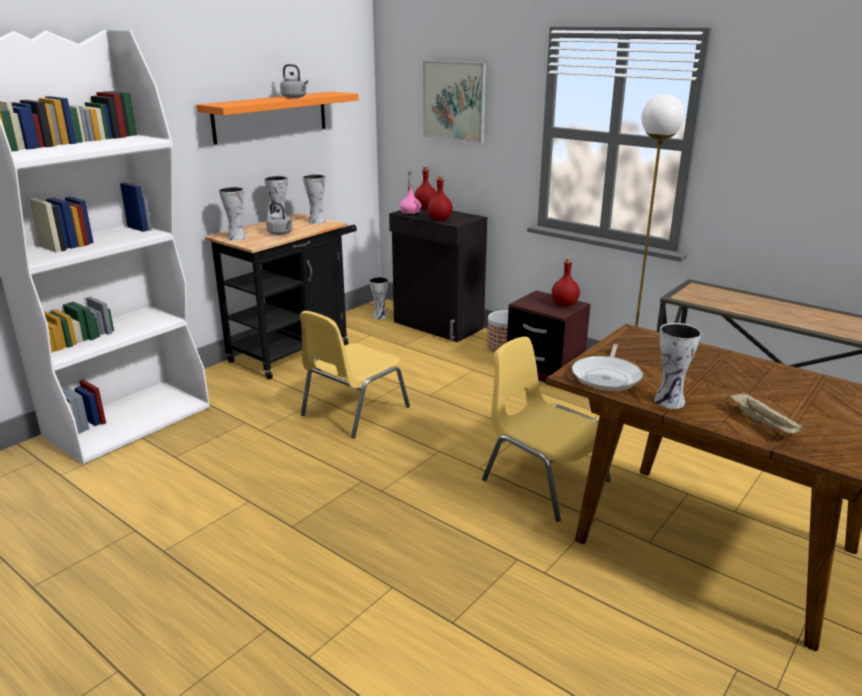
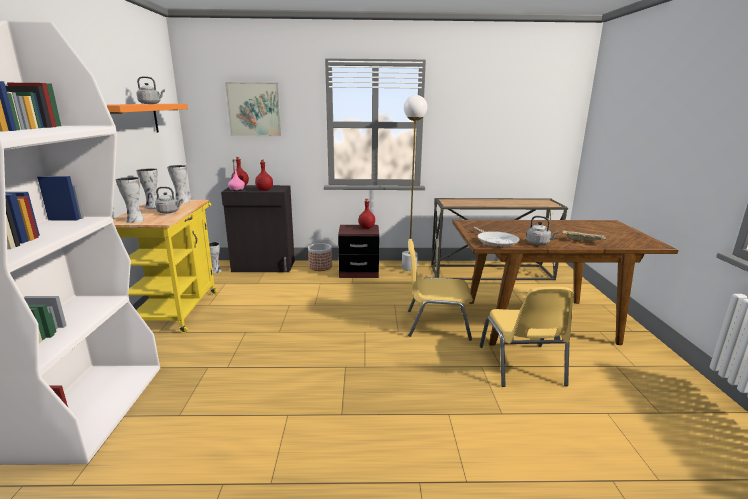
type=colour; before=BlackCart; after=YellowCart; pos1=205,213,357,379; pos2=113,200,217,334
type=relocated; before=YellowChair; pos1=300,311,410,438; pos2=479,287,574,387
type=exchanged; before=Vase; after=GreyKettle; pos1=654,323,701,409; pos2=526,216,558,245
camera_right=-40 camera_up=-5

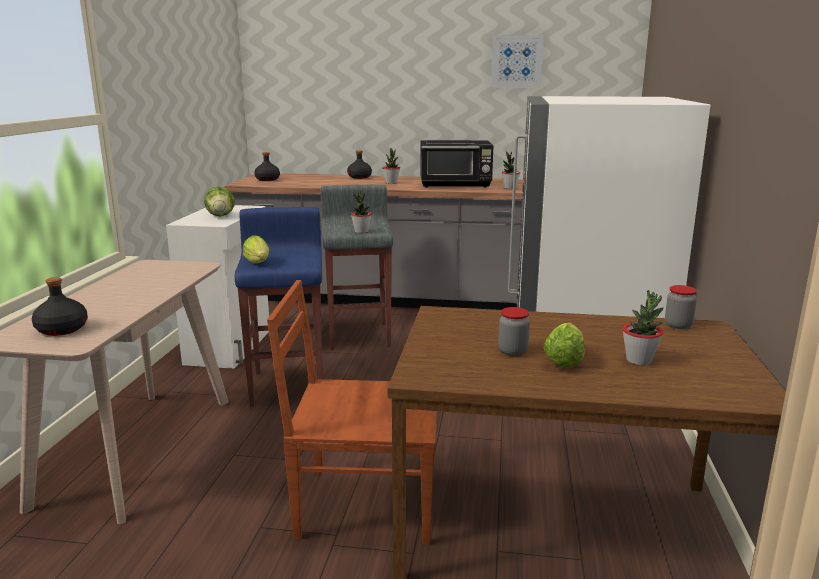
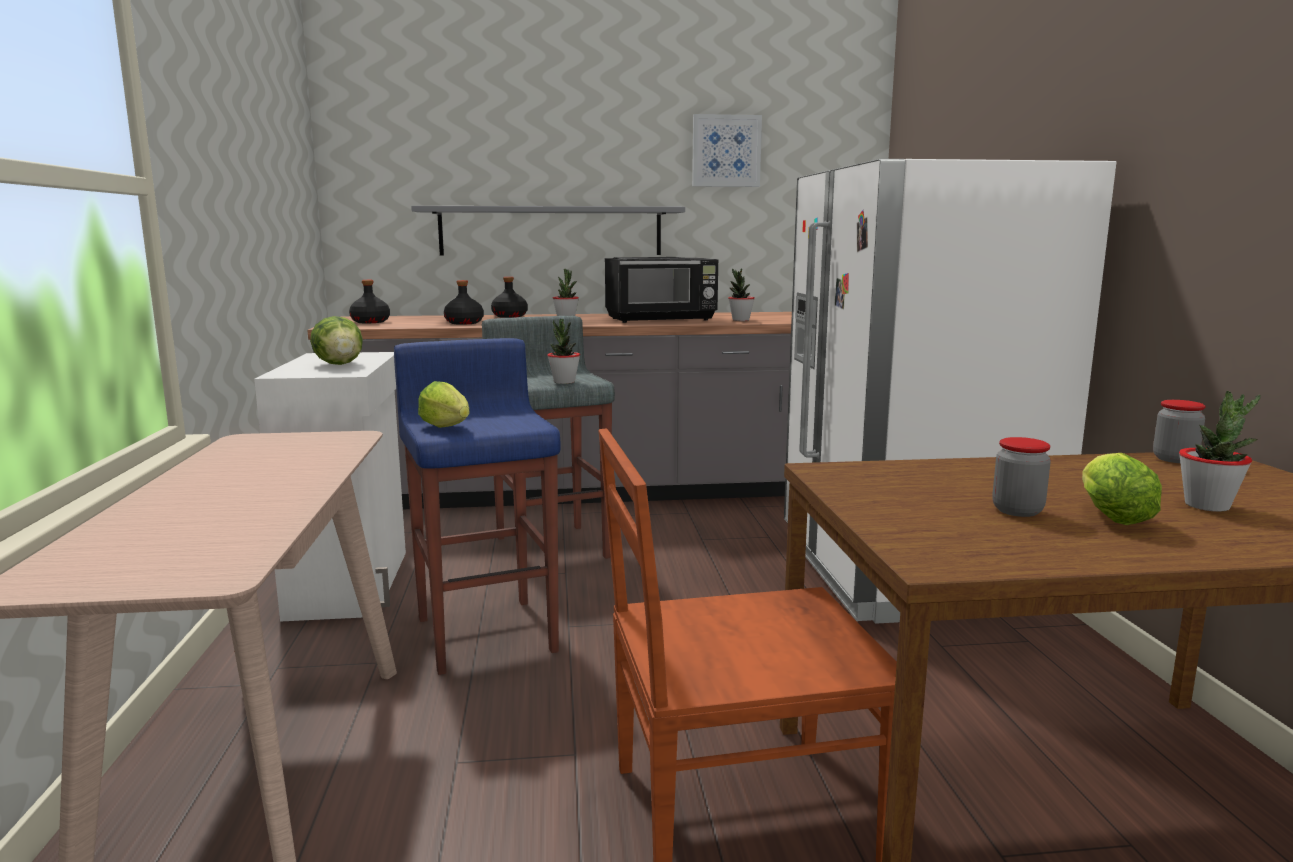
type=appeared; after=GreyShelf; pos2=411,206,685,256
type=relocated; before=BlackBottle; pos1=32,277,88,336; pos2=444,280,484,325
camera_right=-15 camera_up=-5

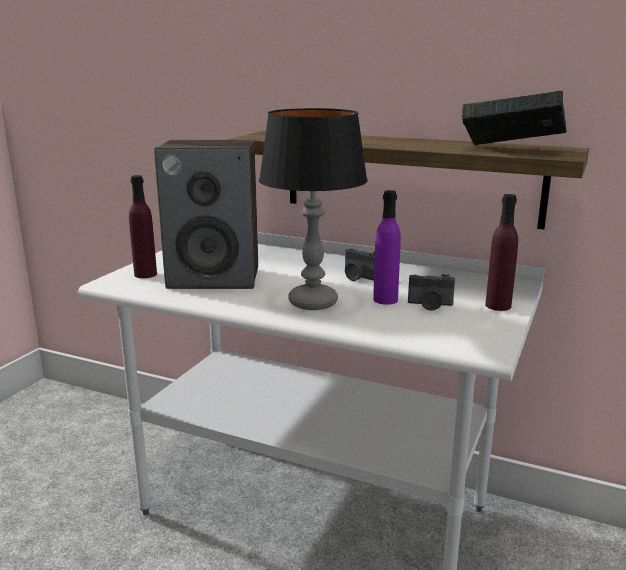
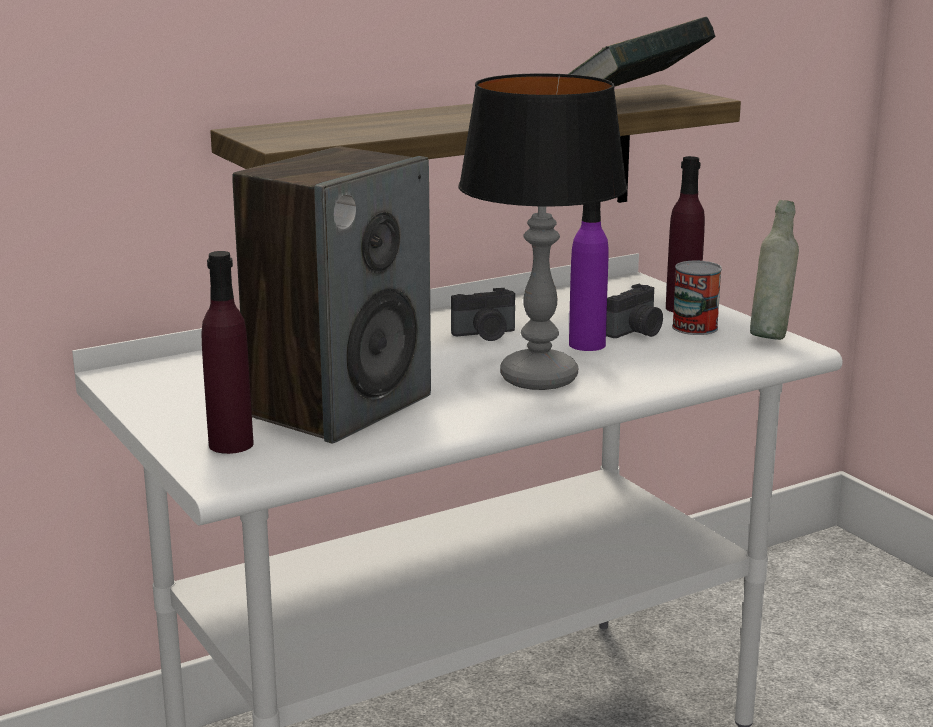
type=appeared; after=Can; pos2=672,261,722,335
type=appeared; after=GreyBottle; pos2=750,200,799,340
camera_right=-55 camera_up=0

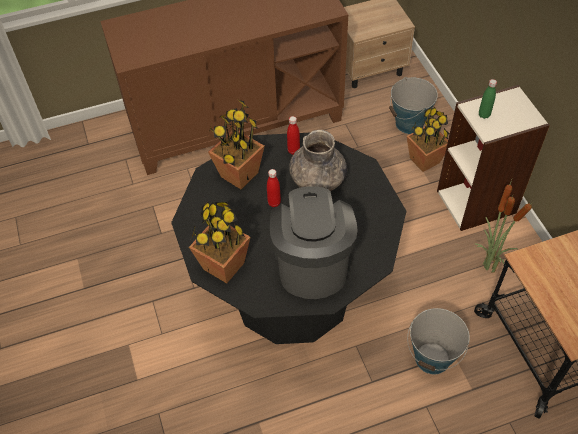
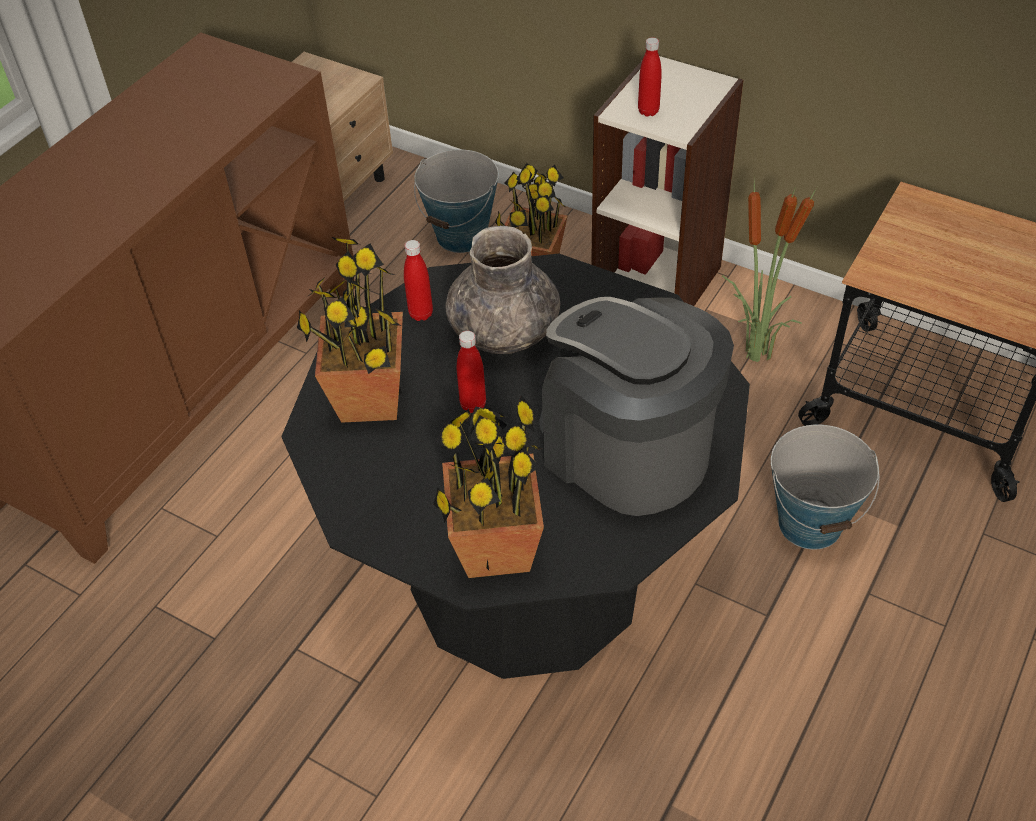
type=colour; before=GreenBottle; after=RedBottle; pos1=479,79,497,119; pos2=638,37,662,117
camera_right=-40 camera_up=-5

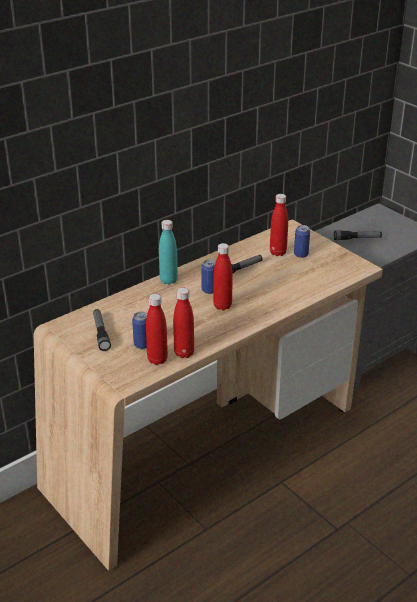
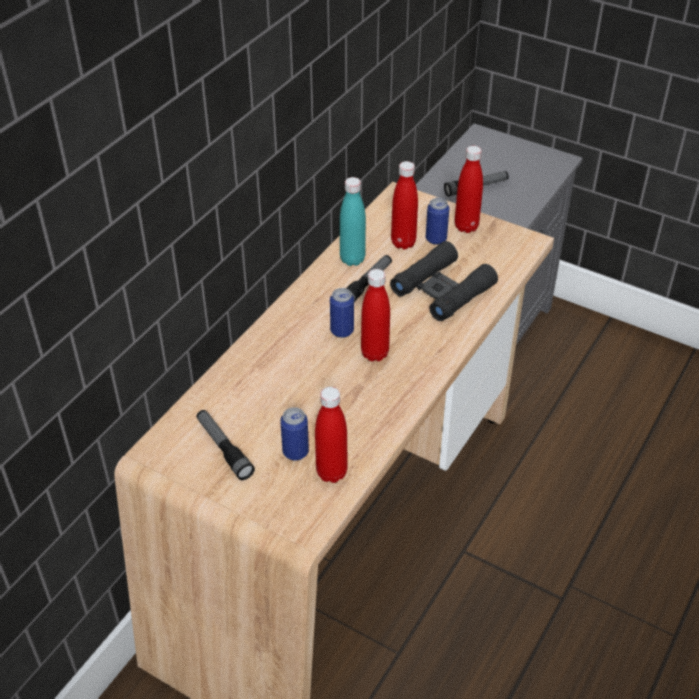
type=relocated; before=TurquoiseBottle; pos1=159,220,178,285; pos2=340,177,366,266
type=appeared; after=BlackBinoculars; pos2=390,241,498,321
type=relocated; before=RedBottle; pos1=173,288,194,358; pos2=455,146,483,233
camera_right=-20 camera_up=10

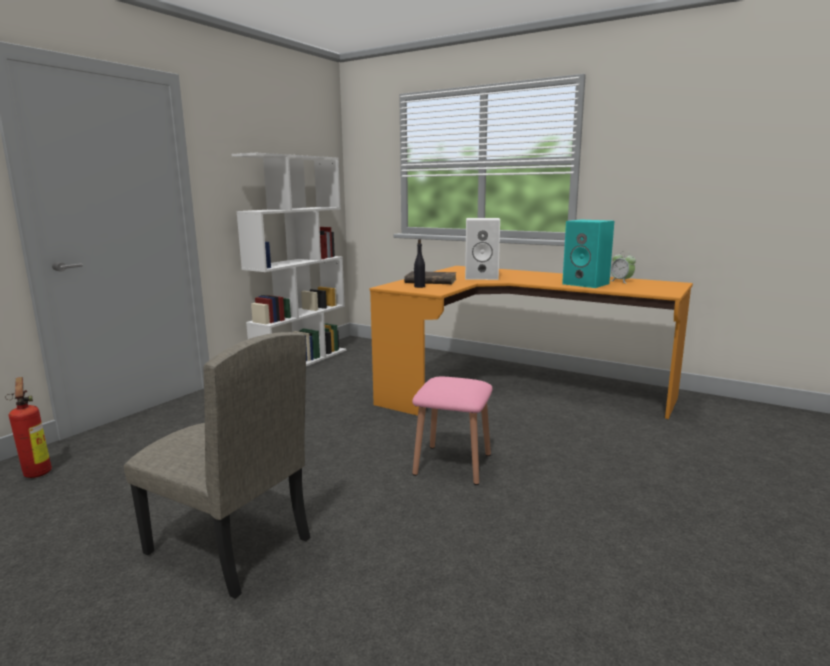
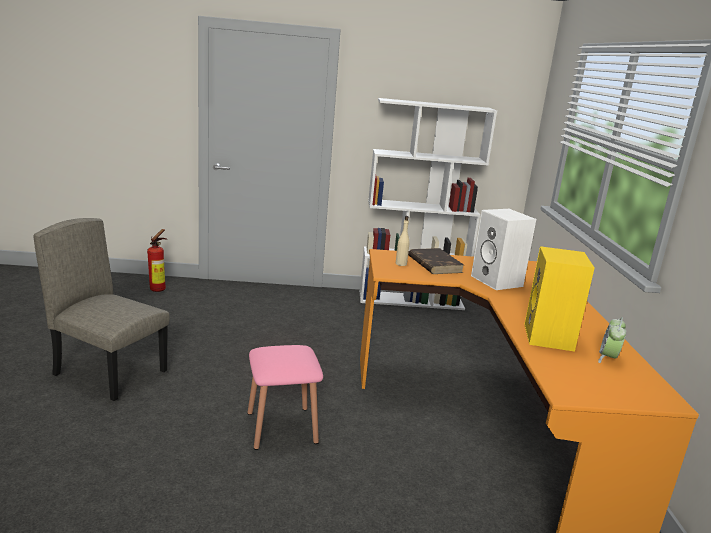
type=spun; before=BeigeChair; pos1=124,332,310,599; pos2=33,218,170,401; turn=120
type=colour; before=BlackBottle; after=BeigeBottle; pos1=414,239,425,288; pos2=396,216,410,266
type=colour; before=TurquoiseSpeaker; after=YellowSpeaker; pos1=562,220,614,288; pos2=524,246,594,352
camera_right=55 camera_up=5

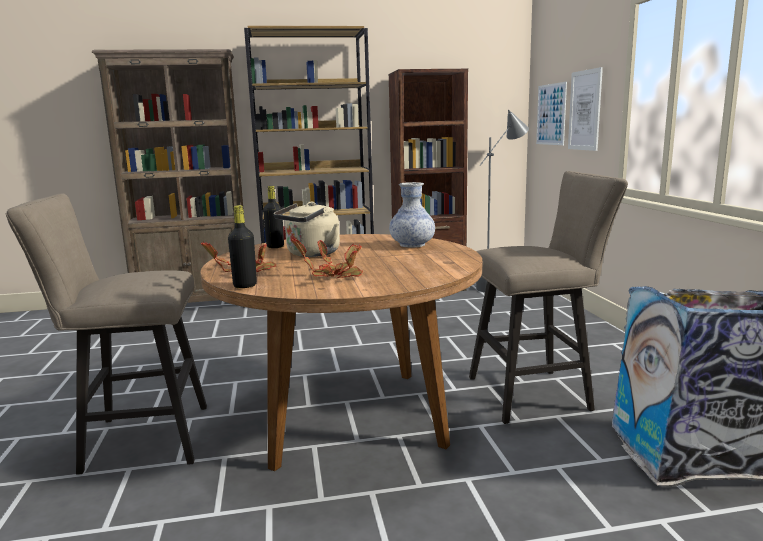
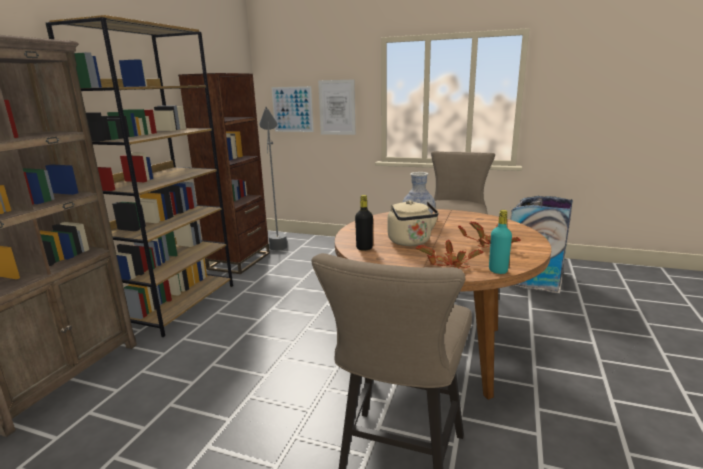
type=colour; before=BlackBottle; after=TurquoiseBottle; pos1=228,205,257,288; pos2=489,210,512,274
camera_right=-60 camera_up=5

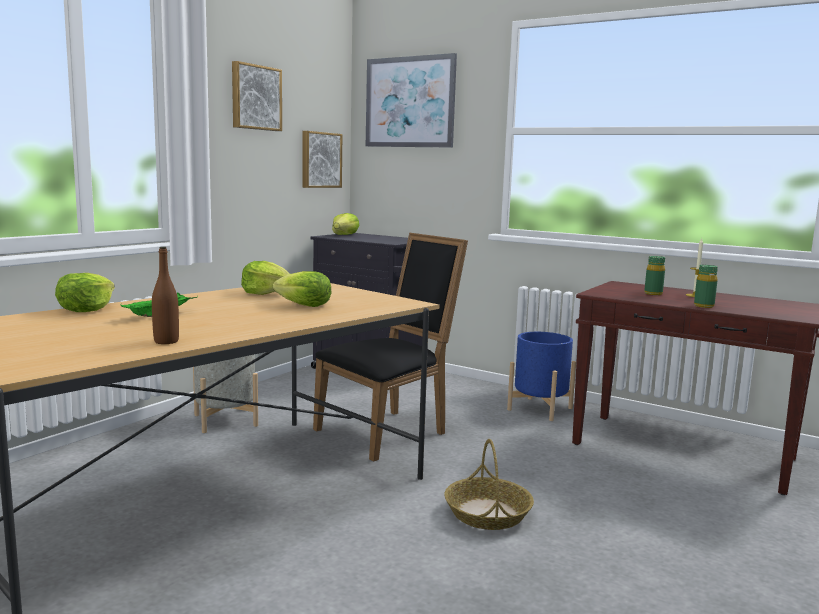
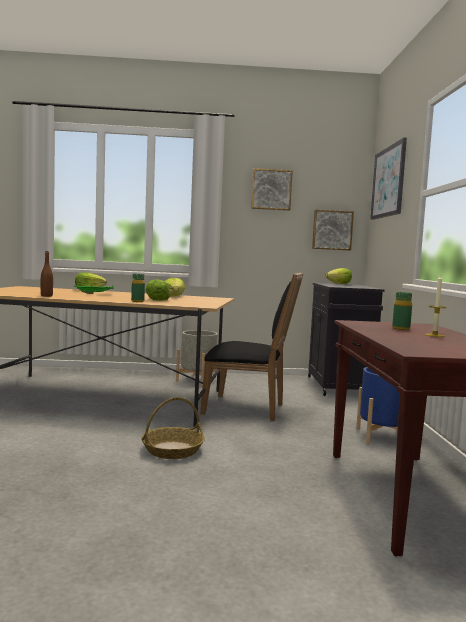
type=relocated; before=GreenBottle; pos1=694,265,718,308; pos2=131,274,145,302
camera_right=55 camera_up=-5

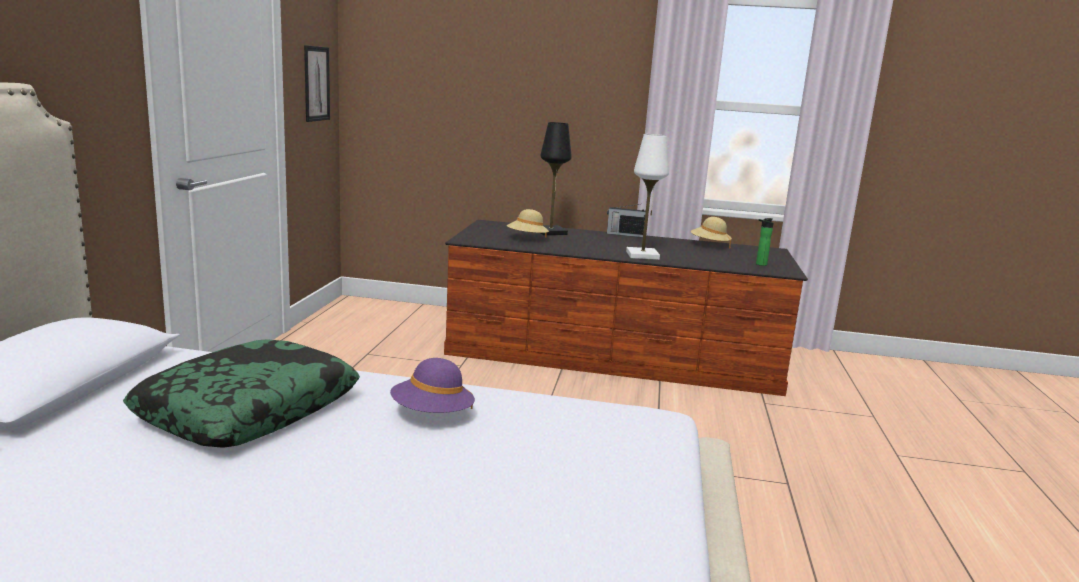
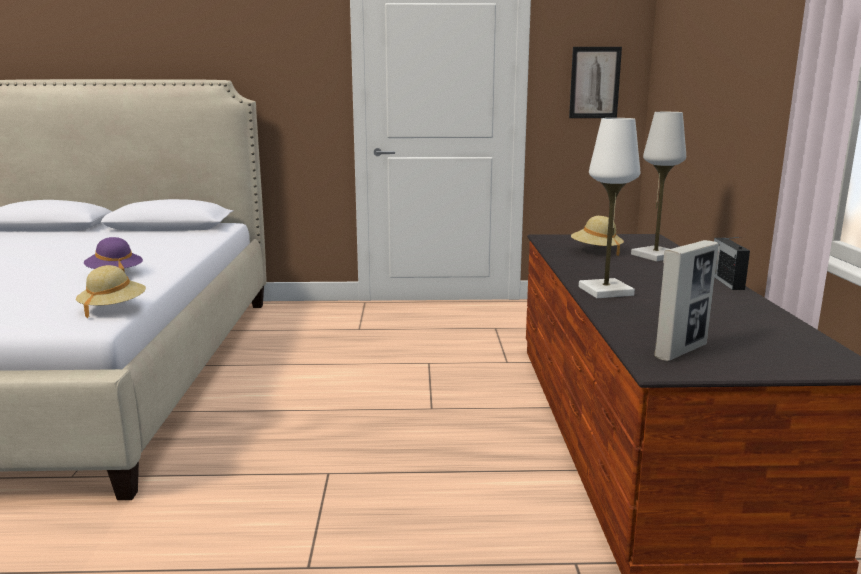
type=relocated; before=BeigeHat; pos1=691,217,732,249; pos2=76,265,146,318
type=colour; before=BlackTableLamp; after=WhiteTableLamp; pos1=540,122,572,235; pos2=631,112,686,261
type=exchanged; before=Bottle; after=PictureFrame; pos1=756,218,773,266; pos2=654,240,718,361
type=missing; before=Pillow; pos1=123,339,360,448
camera_right=80 camera_up=0

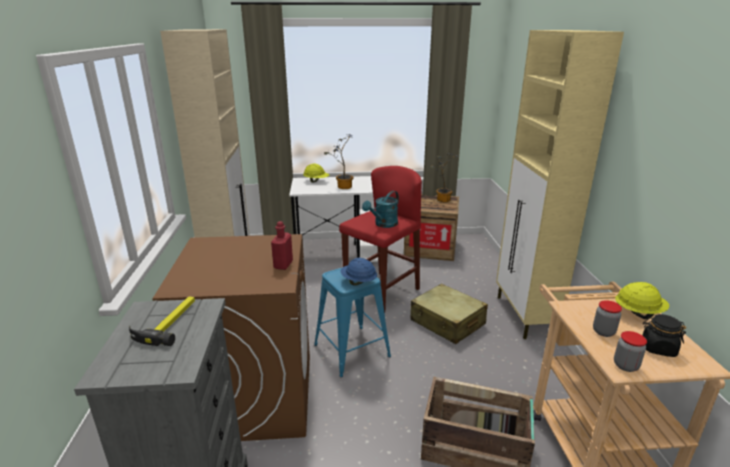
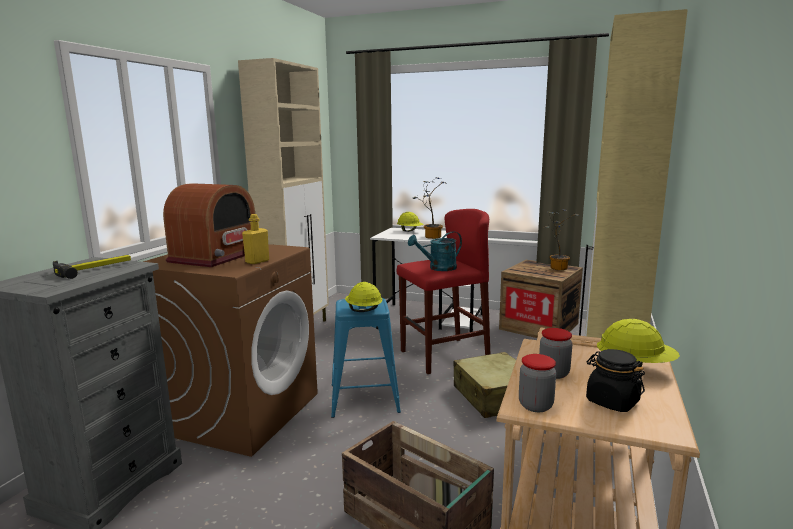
type=appeared; after=Radio; pos2=163,183,255,267
type=colour; before=RedBottle; after=YellowBottle; pos1=271,221,293,270; pos2=242,214,269,264
type=colour; before=BlueHardHat; after=YellowHardHat; pos1=341,258,377,286; pos2=345,282,383,312
camera_right=25 camera_up=-10

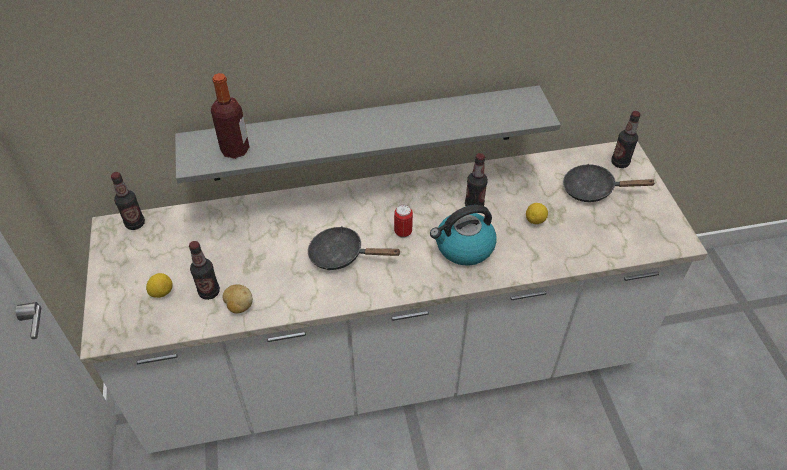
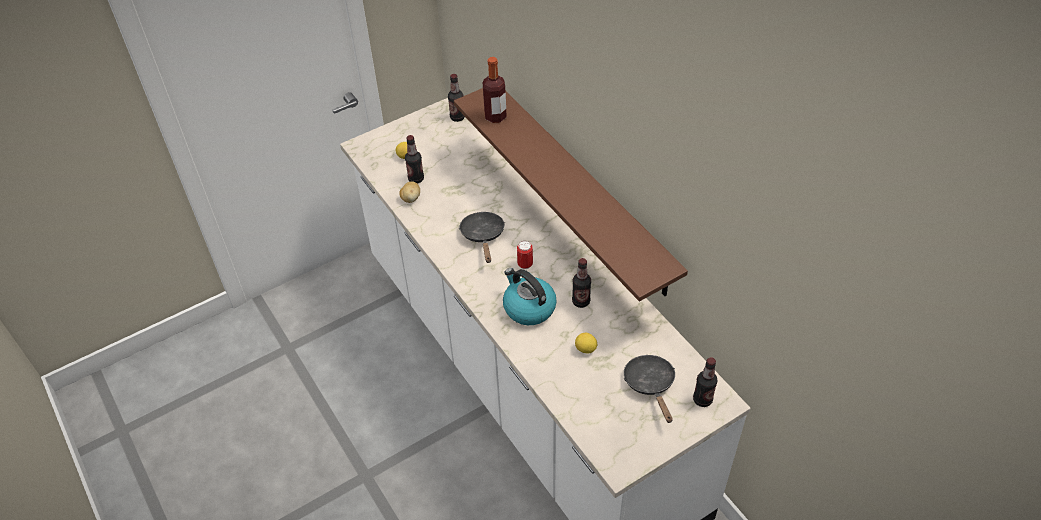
type=colour; before=GreyShelf; after=BrownShelf; pos1=175,86,561,184; pos2=454,88,688,302
camera_right=70 camera_up=0

